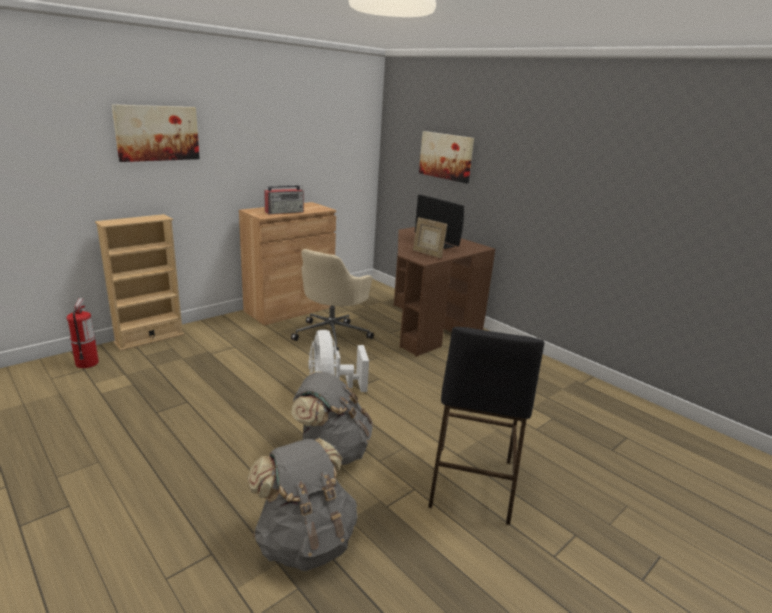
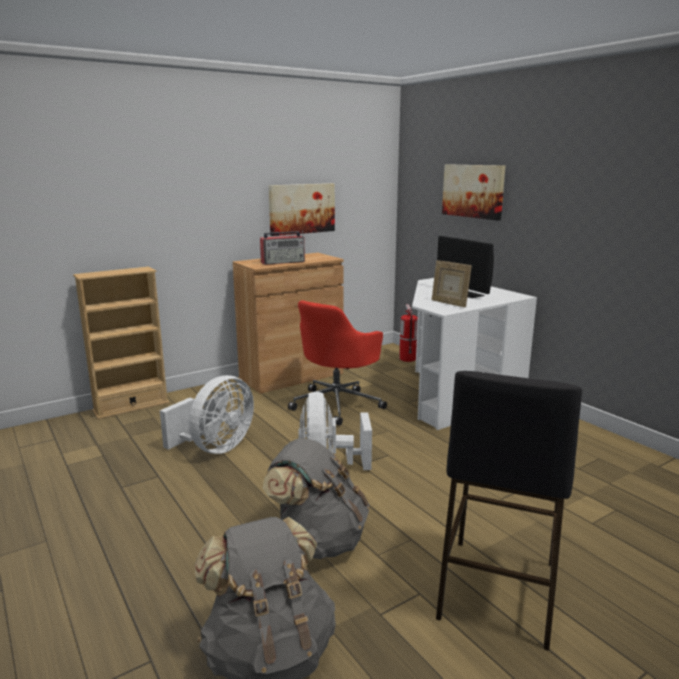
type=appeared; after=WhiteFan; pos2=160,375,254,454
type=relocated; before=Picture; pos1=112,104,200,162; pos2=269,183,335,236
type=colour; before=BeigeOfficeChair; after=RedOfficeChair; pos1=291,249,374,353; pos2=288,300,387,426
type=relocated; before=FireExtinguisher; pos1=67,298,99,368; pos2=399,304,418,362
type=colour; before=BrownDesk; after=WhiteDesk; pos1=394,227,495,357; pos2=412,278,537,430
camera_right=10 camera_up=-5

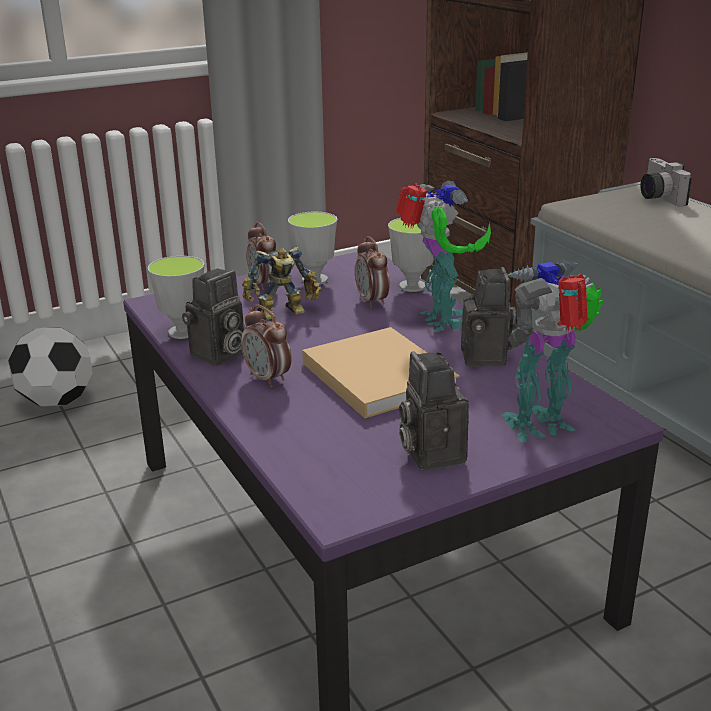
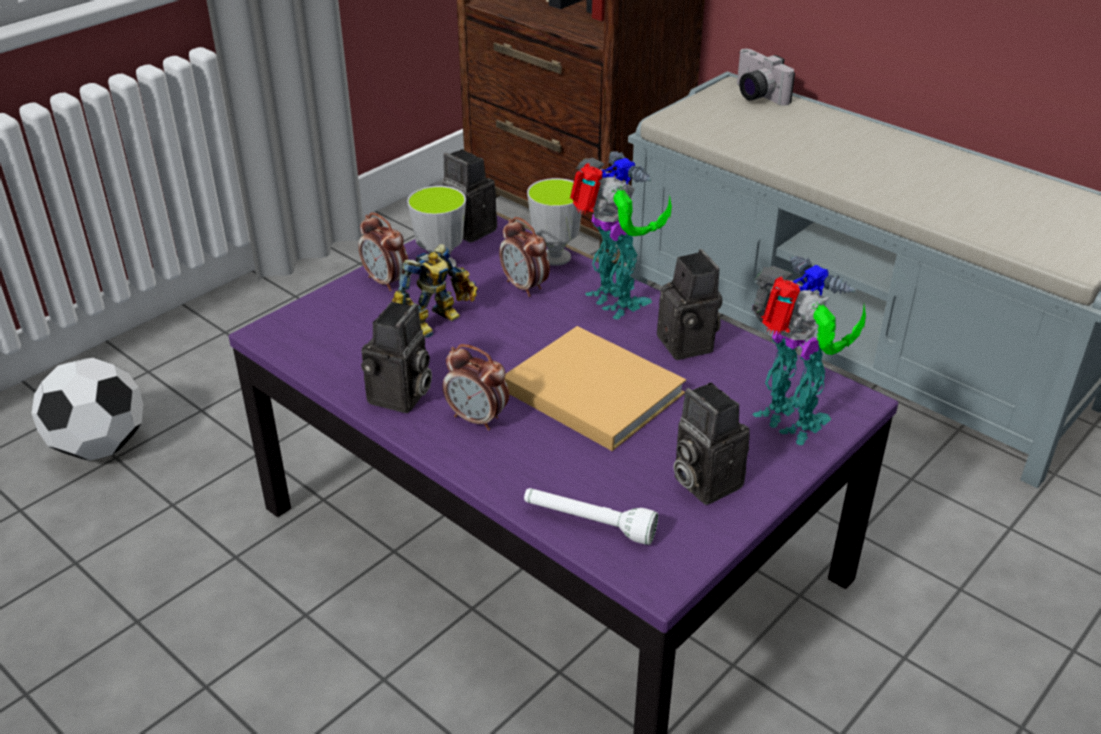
type=appeared; after=PhotoCamera; pos2=443,149,497,242
type=appeared; after=WhiteFlashlight; pos2=524,488,658,545
type=spun; before=ToyRobot; pos1=501,259,604,442; pos2=751,256,866,445; turn=90
type=missing; before=Cup; pos1=148,256,204,339
camera_right=-20 camera_up=10

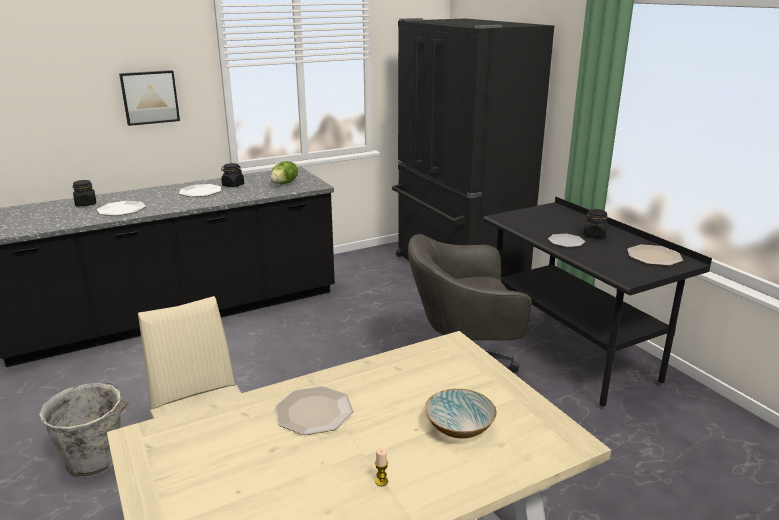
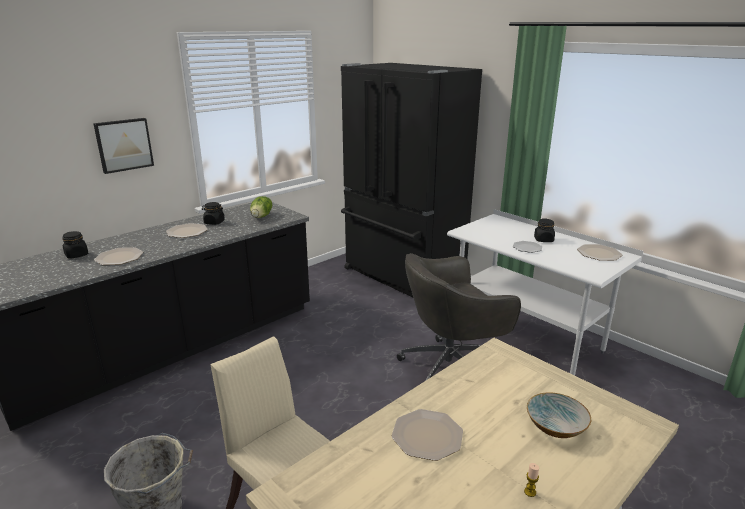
type=colour; before=BlackDesk; after=WhiteDesk; pos1=483,197,712,410; pos2=447,209,643,376
camera_right=-15 camera_up=0

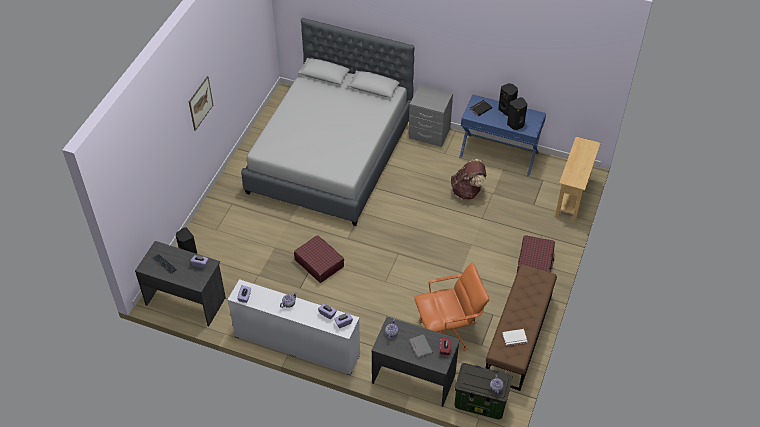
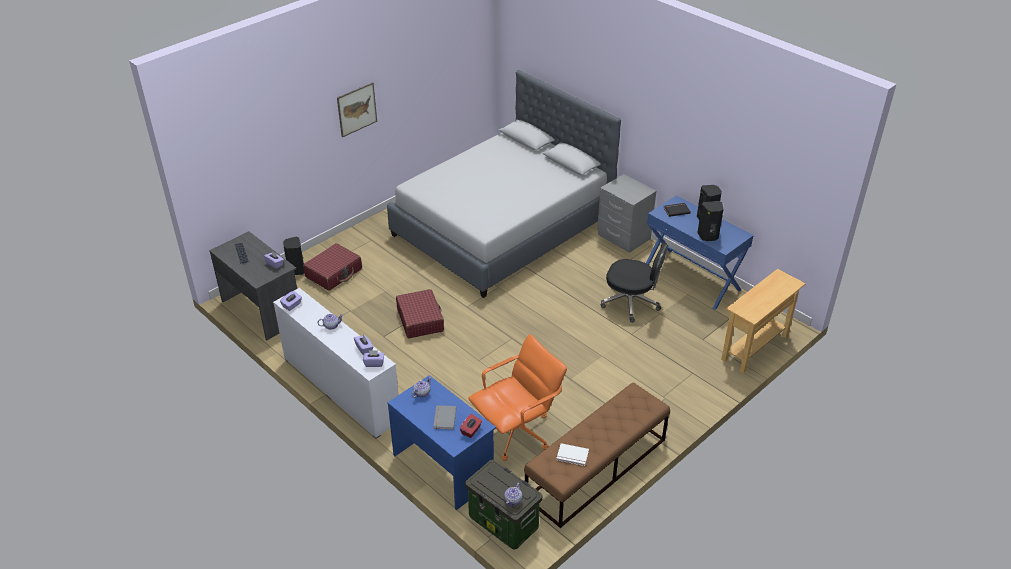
type=relocated; before=RedSuitcase; pos1=517,235,555,272; pos2=303,243,362,291
type=colour; before=GreyDesk; after=BlueDesk; pos1=371,317,460,407; pos2=387,375,496,510
type=spun; before=OrangeOfficeChair; pos1=414,263,489,351; pos2=468,334,567,461; turn=-45
type=exchanged; before=BrownBackpack; after=BlackOfficeChair; pos1=451,159,486,200; pos2=600,242,668,323
camera_right=25 camera_up=-10

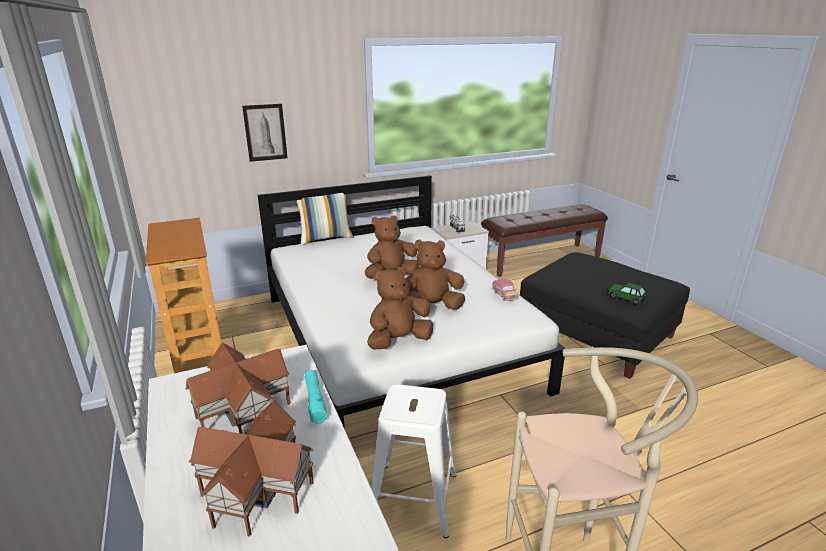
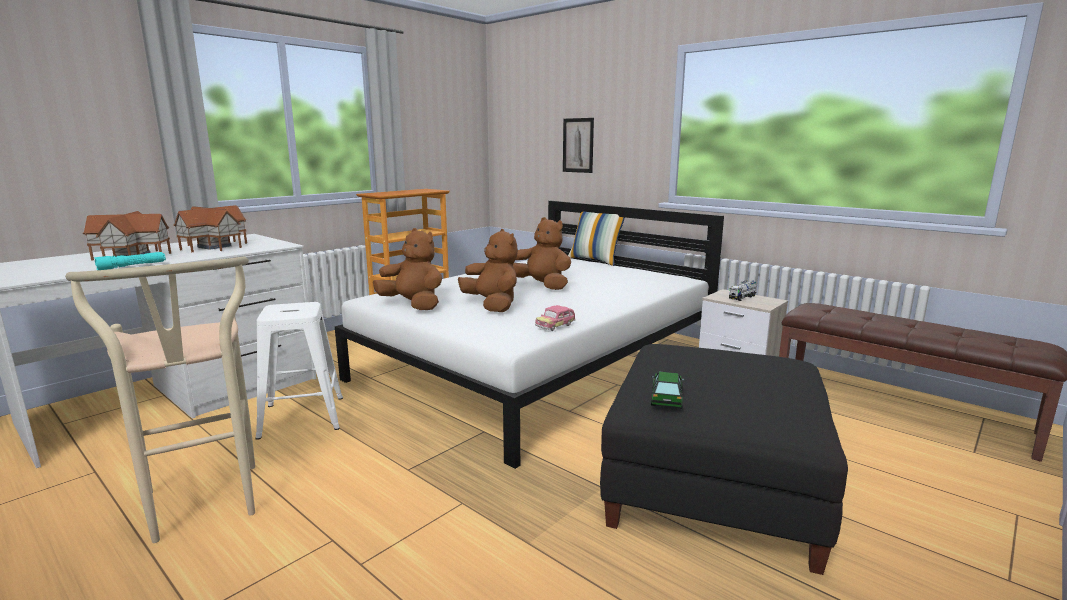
type=relocated; before=TurquoiseFlashlight; pos1=305,370,327,424; pos2=94,252,166,270
camera_right=65 camera_up=-10

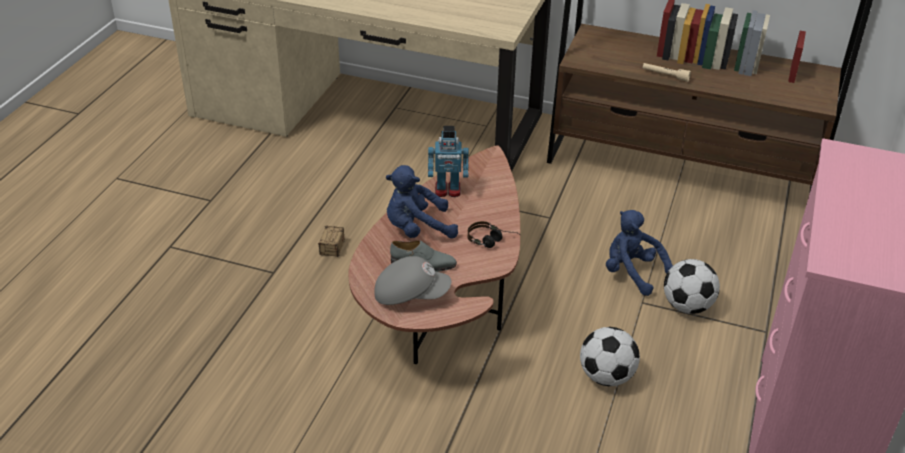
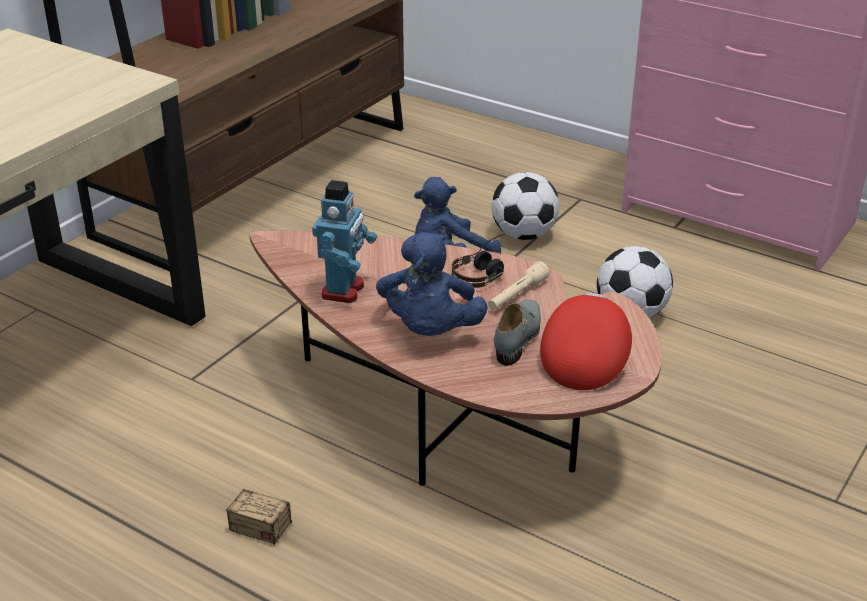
type=relocated; before=BeigeFlashlight; pos1=643,63,691,82; pos2=488,261,550,310
type=colour; before=GreyCap; after=RedCap; pos1=374,256,451,305; pos2=540,292,632,390
camera_right=-75 camera_up=-5

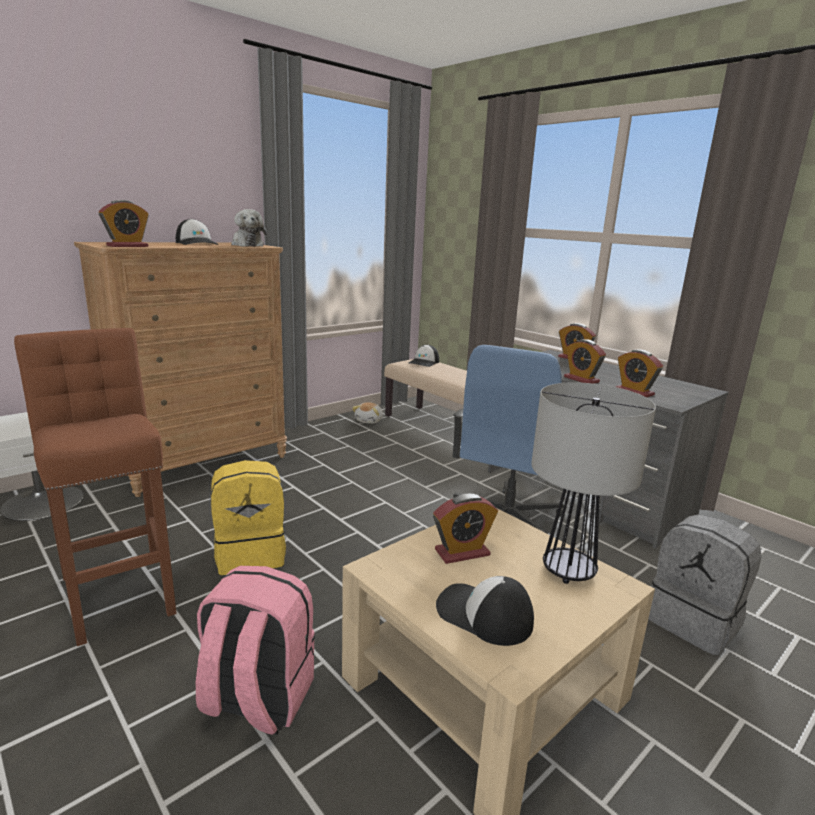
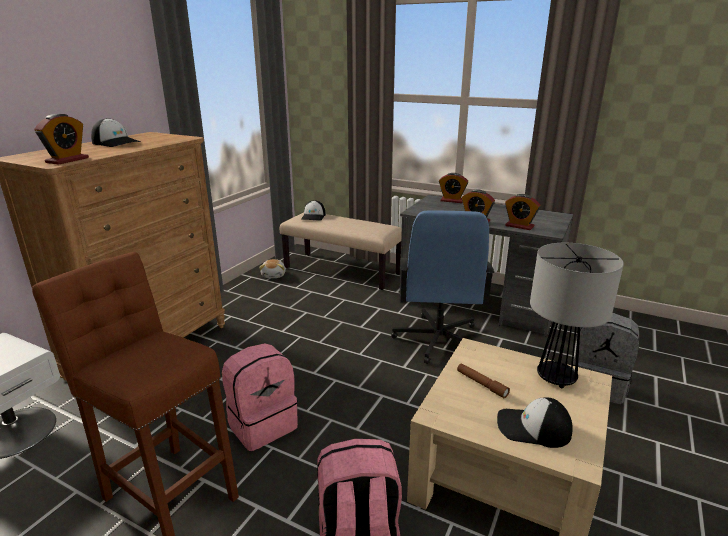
type=colour; before=YellowBackpack; after=PinkBackpack; pos1=211,460,286,575; pos2=222,343,298,451
type=exchanged; before=AlarmClock; after=BrownFlashlight; pos1=433,494,498,564; pos2=457,364,510,398
type=missing; before=PlushToy; pos1=231,209,267,247
camera_right=-20 camera_up=5

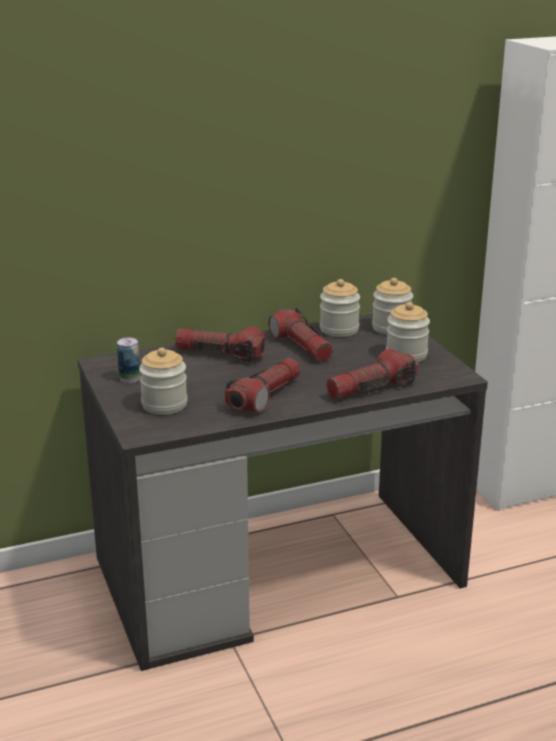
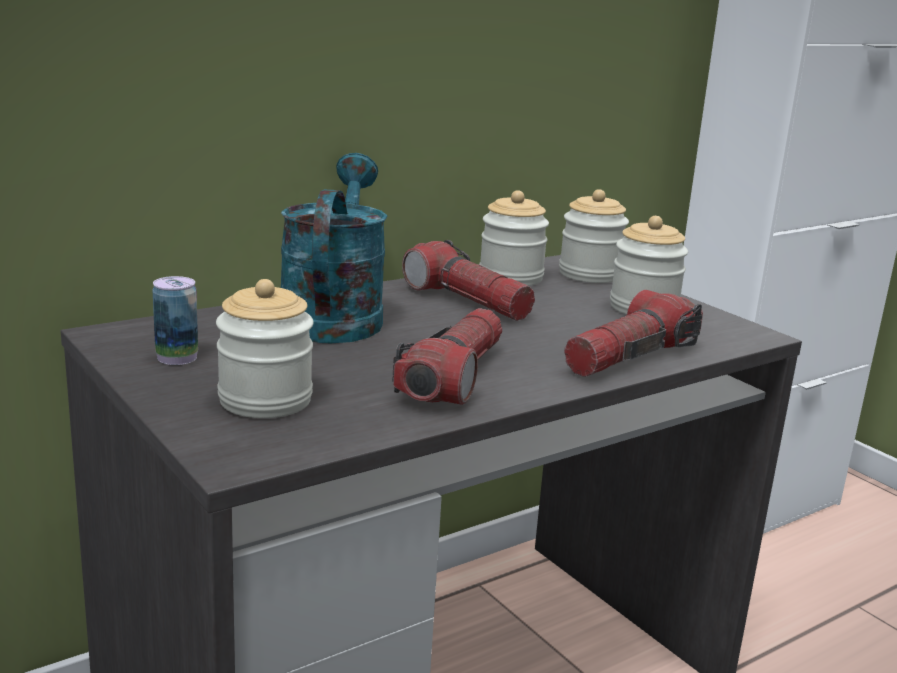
type=exchanged; before=Flashlight; after=TurquoiseWateringCan; pos1=175,327,266,362; pos2=281,153,387,343
camera_right=-15 camera_up=-5

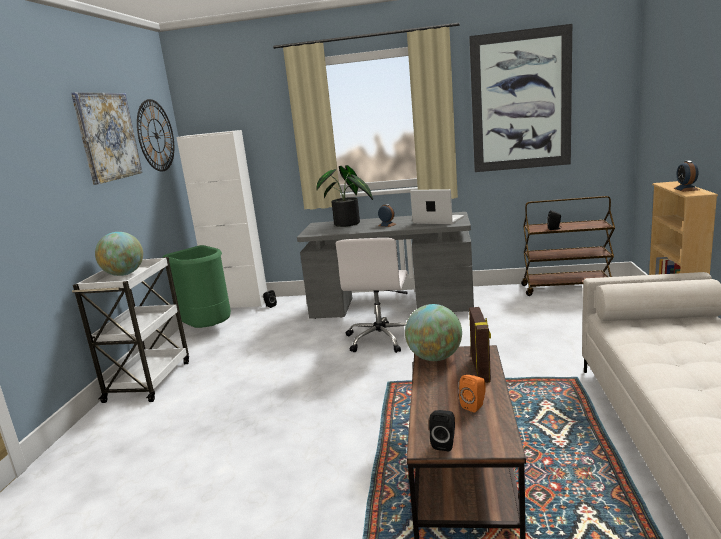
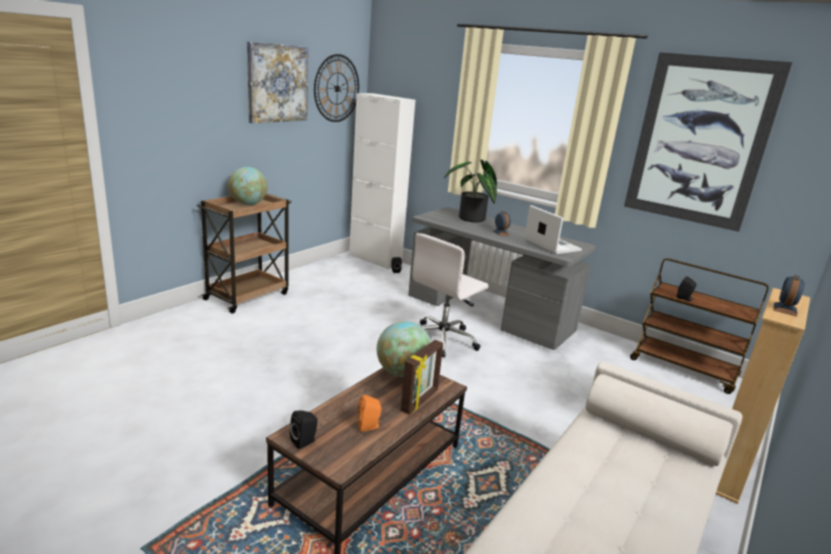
type=colour; before=WhiteCart; after=BrownCart; pos1=72,257,189,403; pos2=197,193,292,314
type=missing; before=GreenTrashCan; pos1=163,245,231,328
camera_right=25 camera_up=5

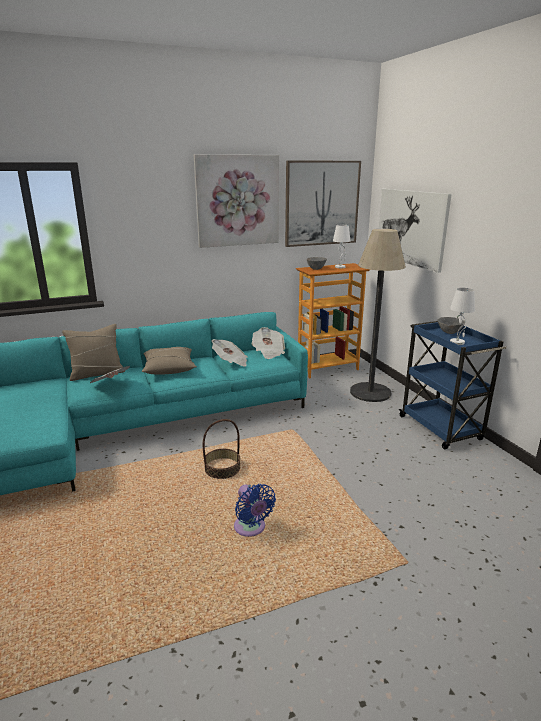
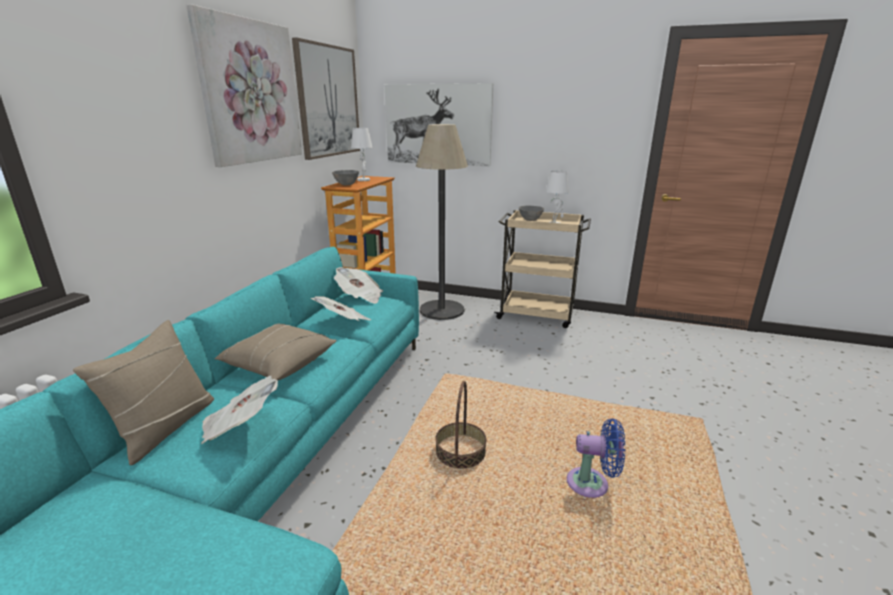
type=colour; before=BlueCart; after=BeigeCart; pos1=399,321,506,449; pos2=494,210,591,328
camera_right=-50 camera_up=0

